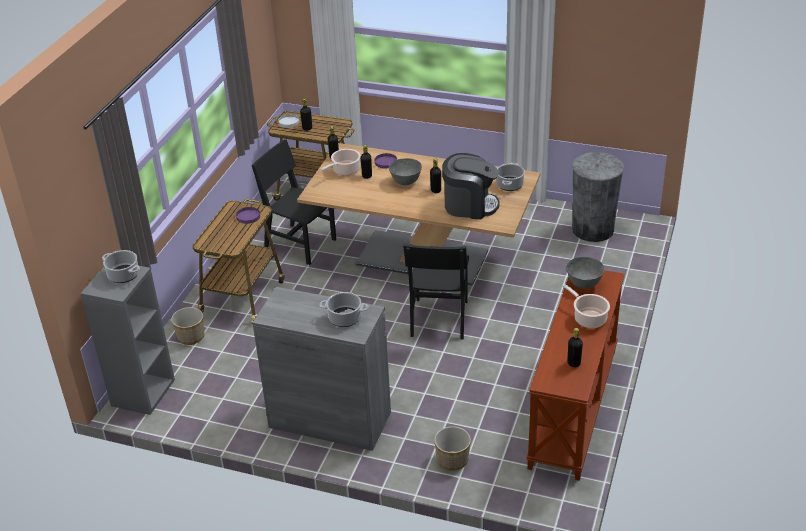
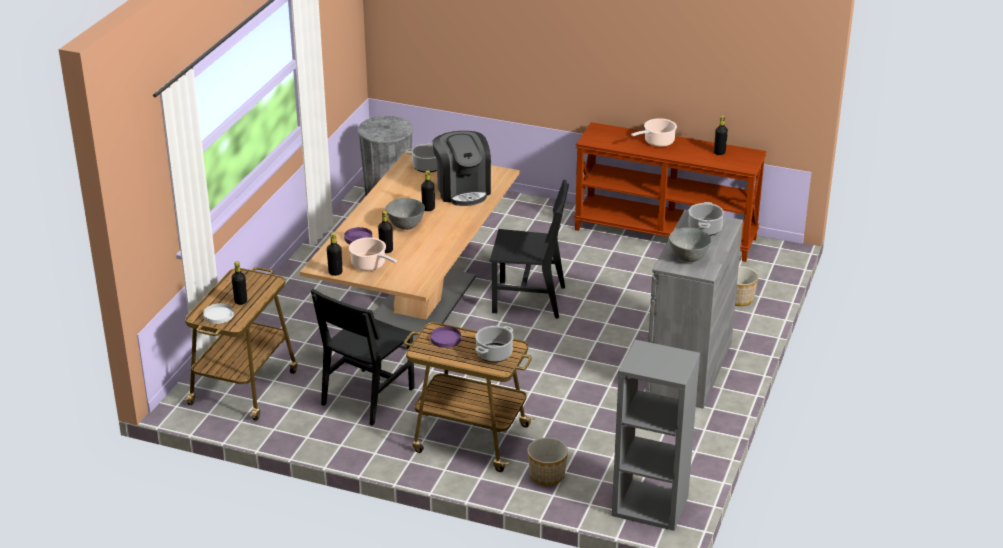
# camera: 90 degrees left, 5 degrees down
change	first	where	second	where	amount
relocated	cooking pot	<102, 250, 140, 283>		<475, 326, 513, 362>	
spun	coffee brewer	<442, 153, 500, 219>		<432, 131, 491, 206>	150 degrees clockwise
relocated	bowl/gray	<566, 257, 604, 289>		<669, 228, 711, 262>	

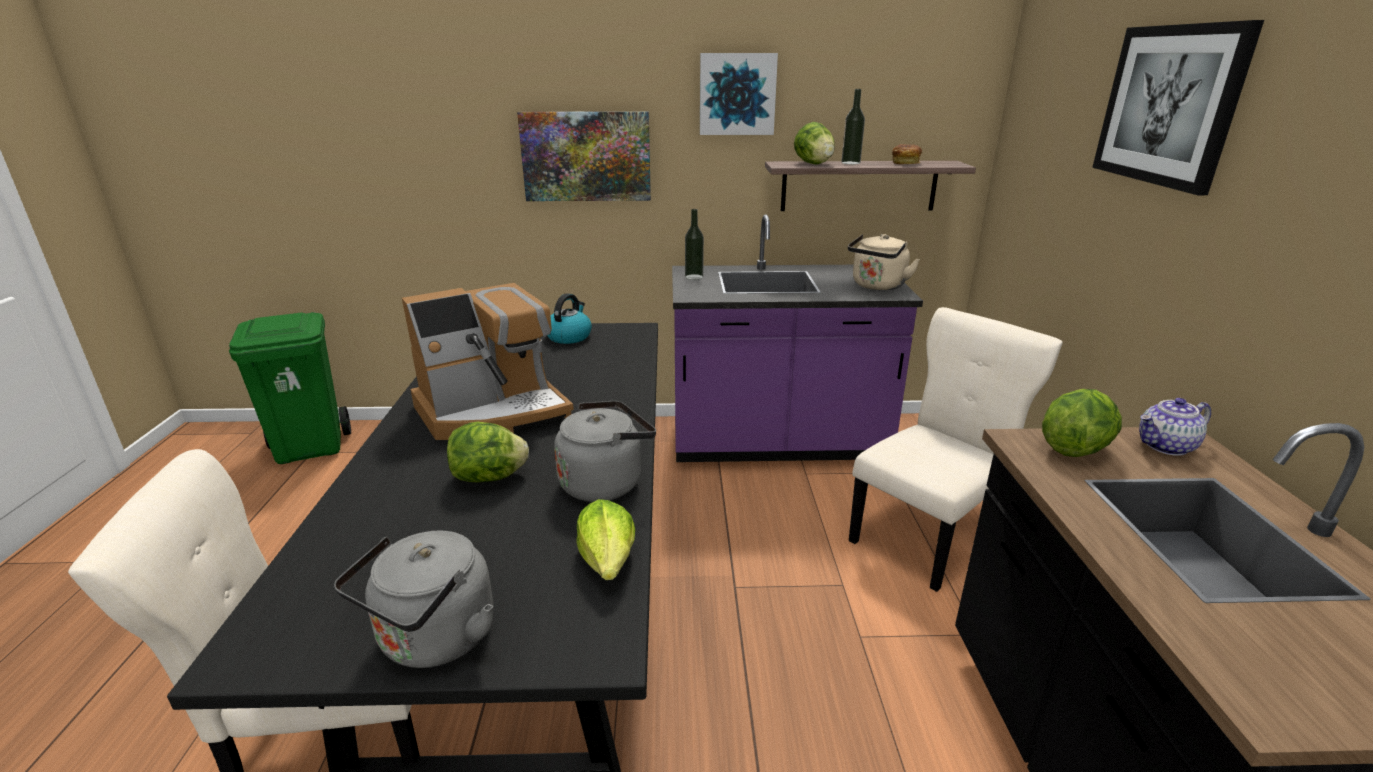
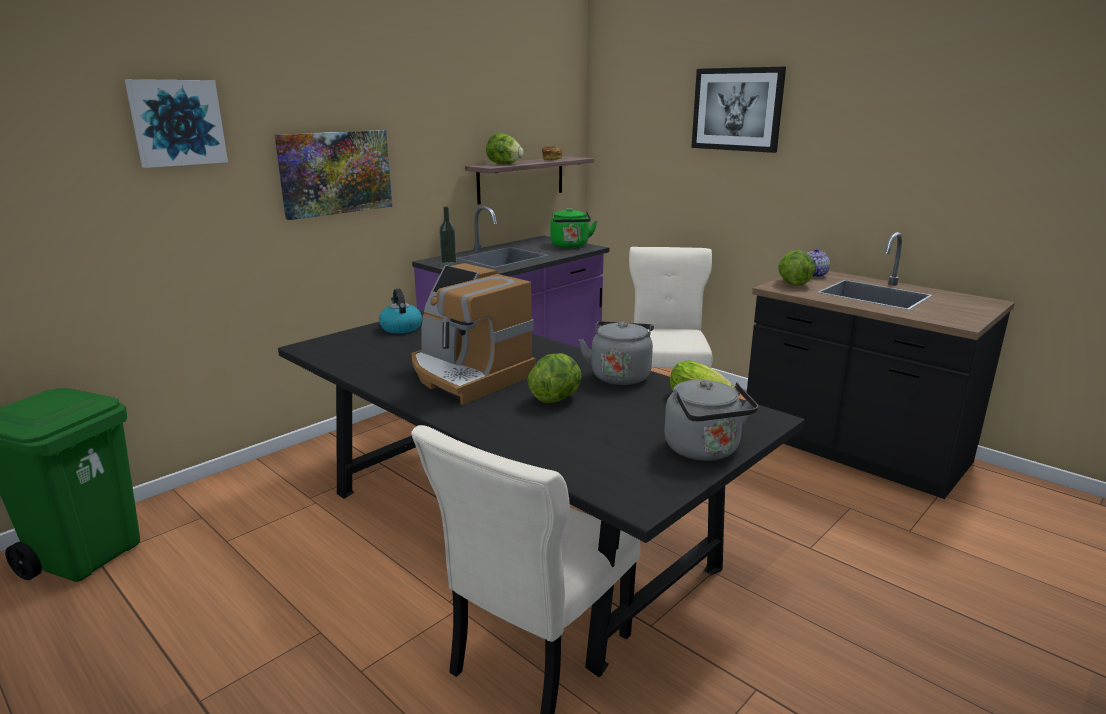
# camera: 45 degrees left, 5 degrees down
change	first	where	second	where	amount
spun	coffee brewer	<402, 283, 574, 440>		<412, 263, 536, 405>	120 degrees clockwise
relocated	wall picture	<700, 53, 778, 135>		<125, 79, 228, 168>	
missing	drink bottle	<841, 89, 865, 164>			
colour	water kettle/sand-coloured	<848, 234, 920, 290>	water kettle/green-coloured	<550, 208, 597, 248>	

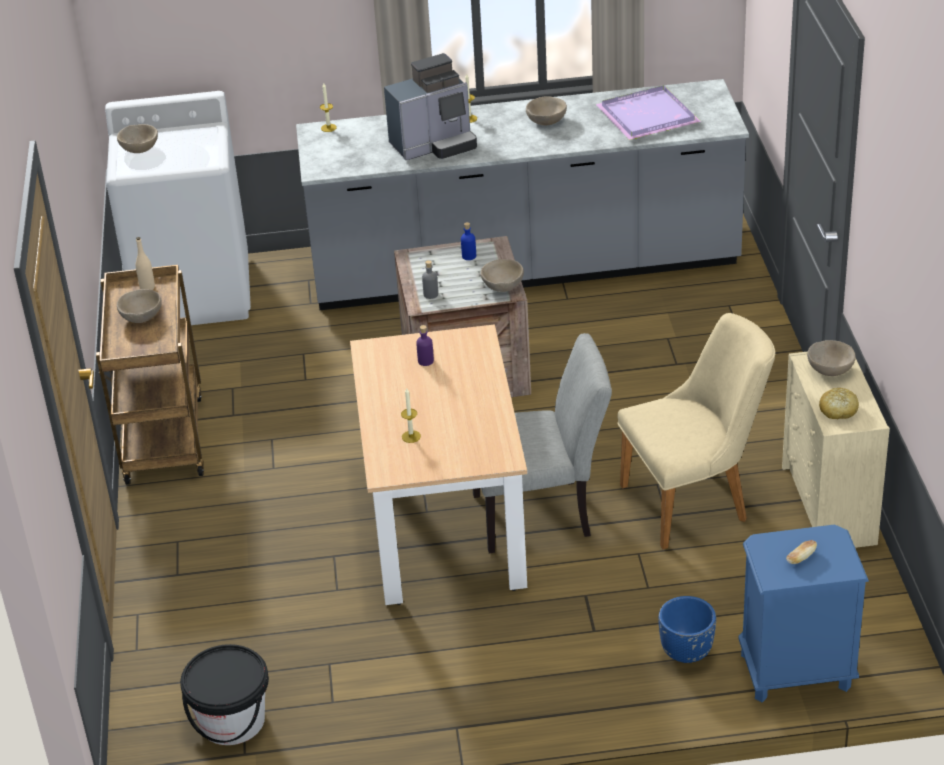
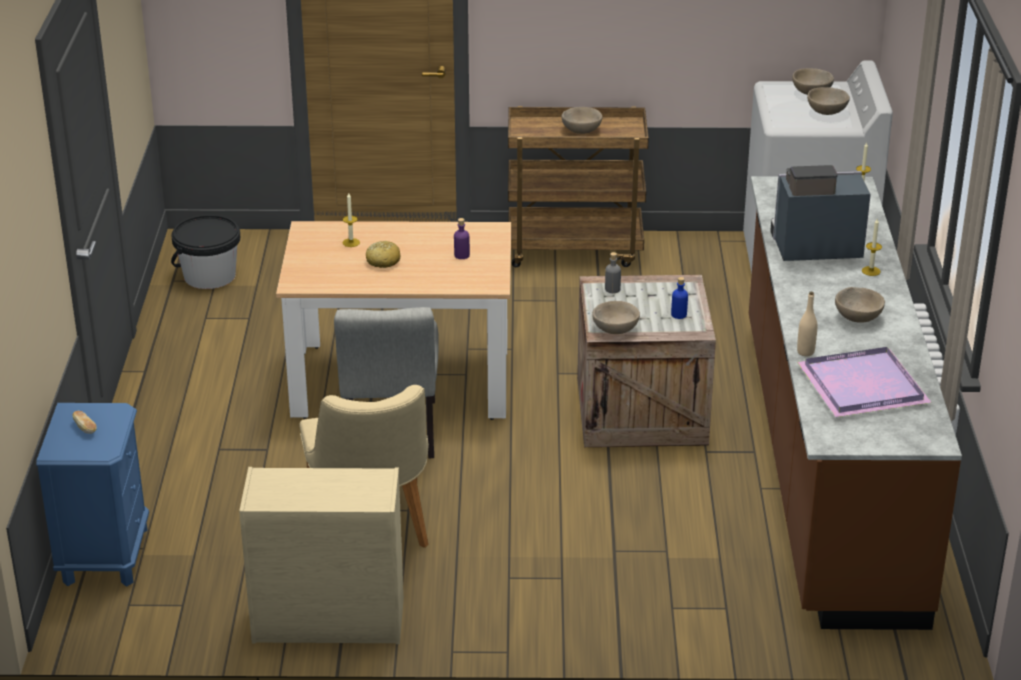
# camera: 95 degrees right, 5 degrees down
change	first	where	second	where	amount
relocated	drink bottle/sand-coloured	<136, 237, 155, 290>		<797, 292, 817, 356>	
colour	kitchen counter/gray	<296, 79, 749, 310>	kitchen counter/brown	<749, 176, 962, 630>	
spun	coffee brewer	<384, 53, 477, 160>		<770, 165, 871, 261>	105 degrees clockwise
missing	plant pot/blue	<658, 596, 716, 663>			
relocated	bowl/sand-coloured	<807, 340, 856, 376>		<807, 87, 850, 115>	
relocated	bakery bread	<819, 388, 859, 420>		<366, 241, 401, 268>	

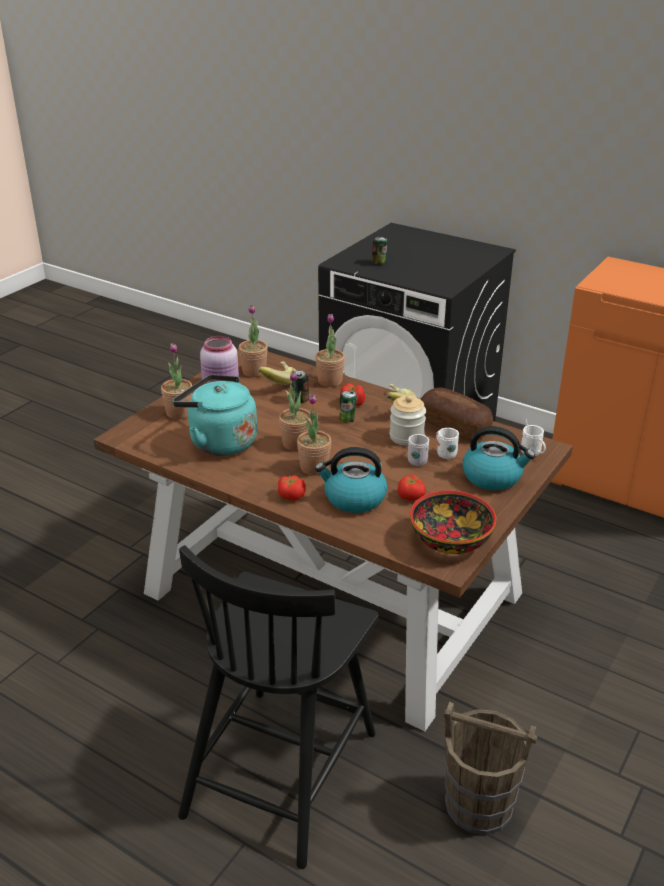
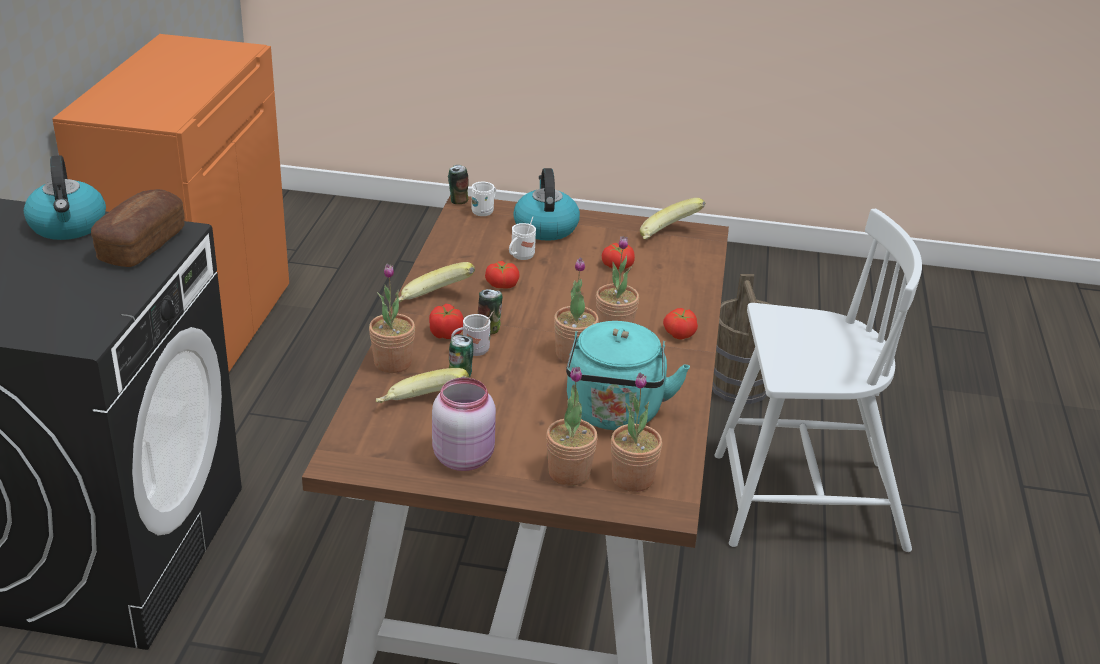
# camera: 115 degrees left, 0 degrees up
change	first	where	second	where	amount
colour	chair/black-coloured	<178, 545, 379, 869>	chair/white	<715, 209, 922, 552>	
relocated	plant in a pot	<238, 305, 268, 377>		<611, 373, 662, 492>	
relocated	water kettle	<315, 447, 387, 513>		<24, 155, 106, 240>	
relocated	sealed can	<372, 237, 387, 264>		<448, 165, 468, 204>	
exchanged	storage jar	<390, 395, 426, 446>	fresh tomato	<485, 261, 520, 289>	
relocated	mug/white	<408, 434, 429, 466>		<451, 311, 493, 356>	
exchanged	bowl	<410, 490, 496, 554>	banana	<640, 198, 706, 239>	
relocated	bakery bread	<421, 387, 493, 441>		<91, 189, 185, 267>	

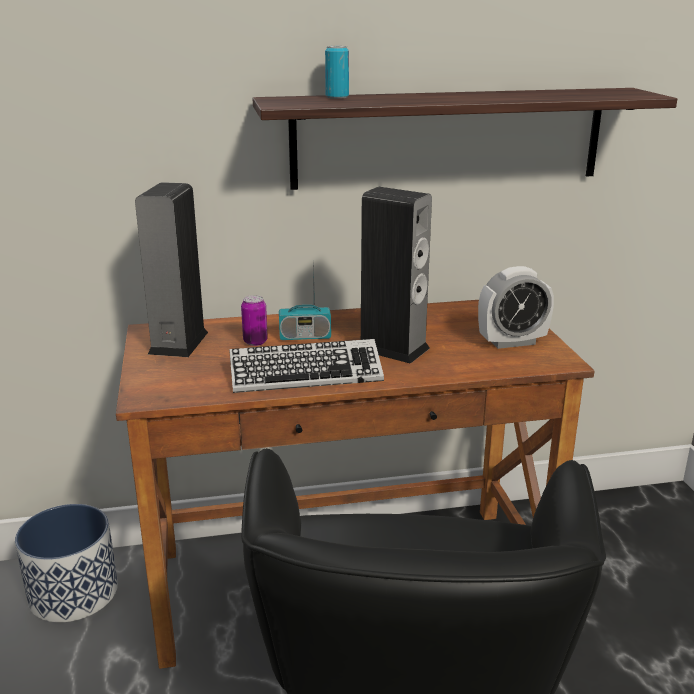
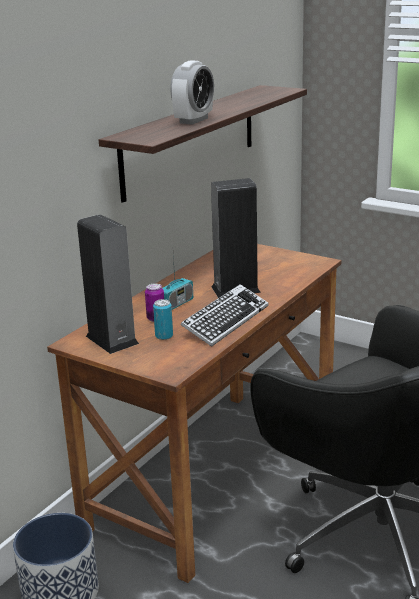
# camera: 45 degrees left, 0 degrees up
change	first	where	second	where	amount
relocated	sealed can	<325, 46, 349, 99>		<153, 299, 173, 340>	
relocated	alarm clock	<478, 266, 554, 349>		<170, 60, 214, 125>	

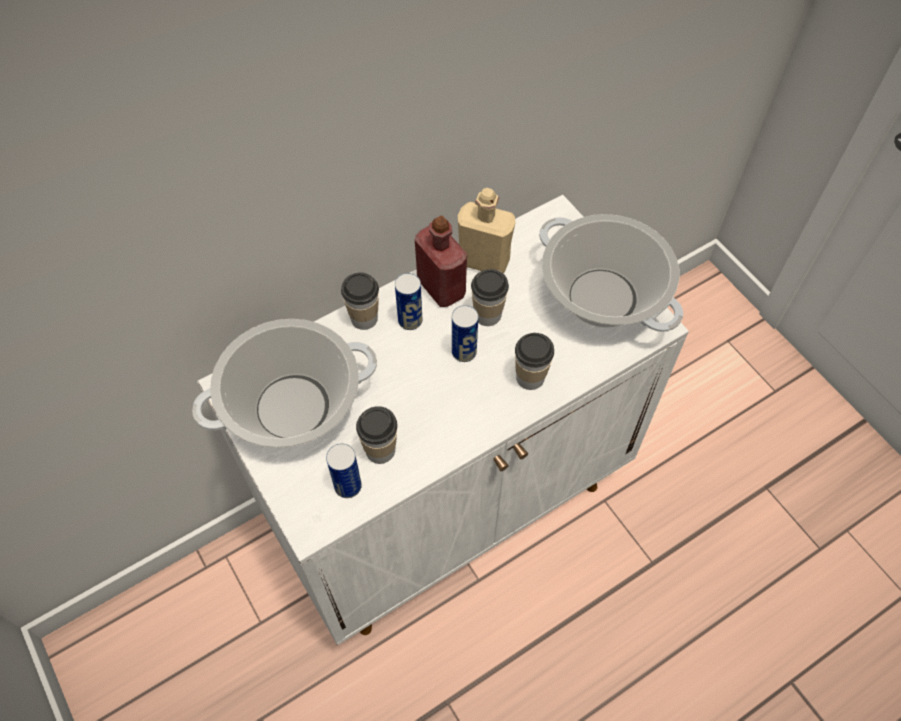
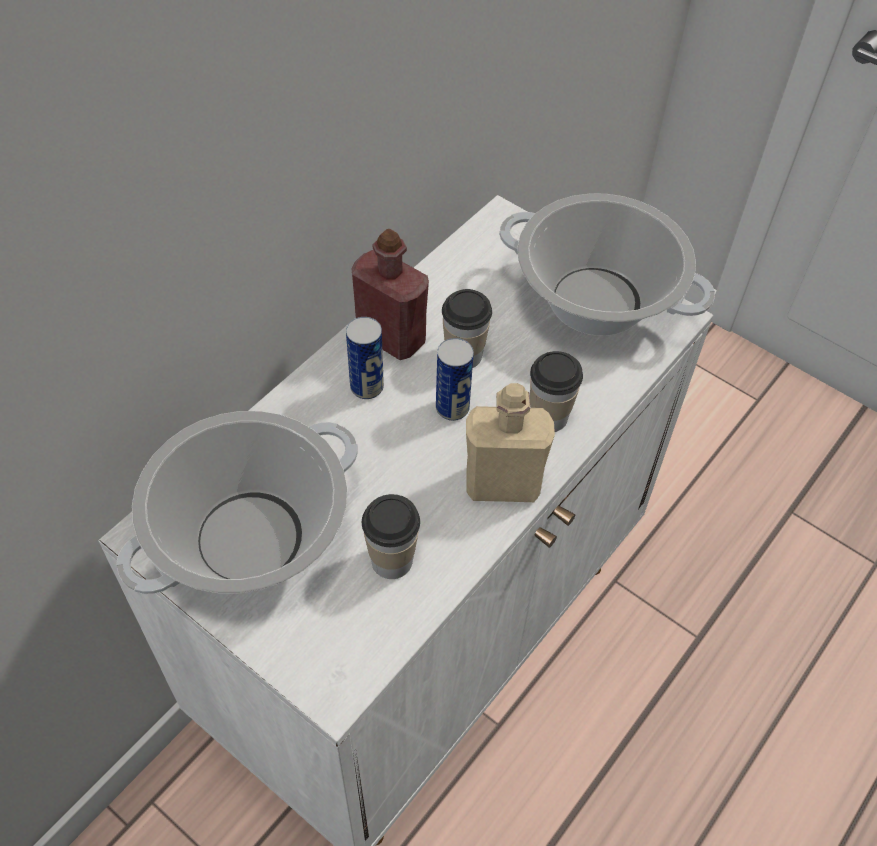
# camera: 20 degrees left, 5 degrees down
change	first	where	second	where	amount
missing	sealed can	<326, 443, 362, 498>			
missing	small cup	<341, 272, 379, 330>			
relocated	drink bottle/sand-coloured	<458, 188, 515, 273>		<466, 383, 555, 502>	

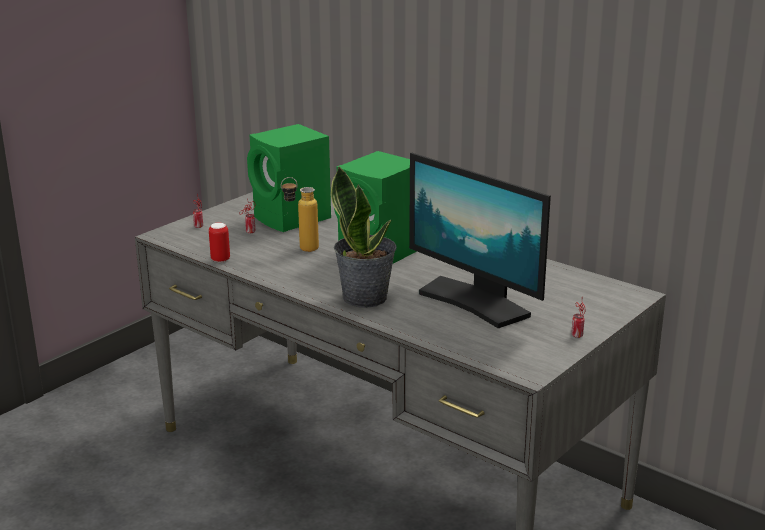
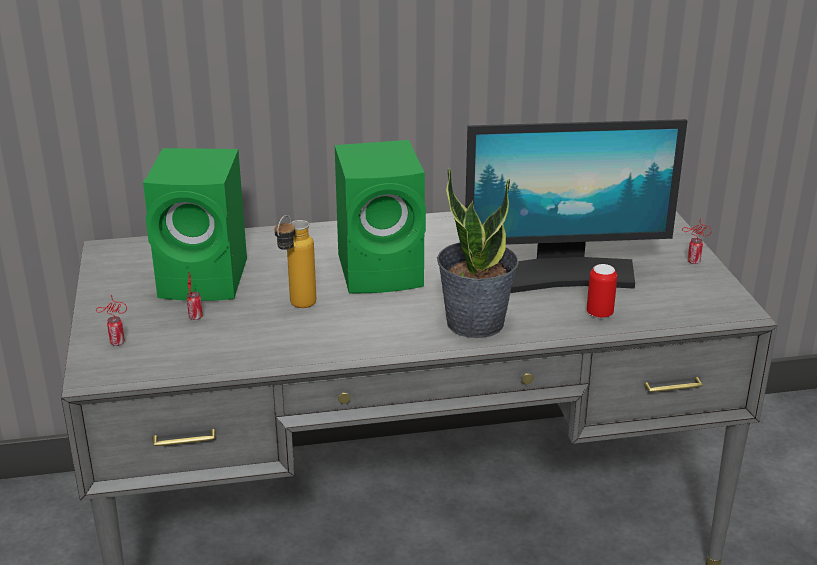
# camera: 50 degrees left, 5 degrees up
change	first	where	second	where	amount
relocated	sealed can	<209, 223, 230, 263>		<587, 264, 617, 319>	

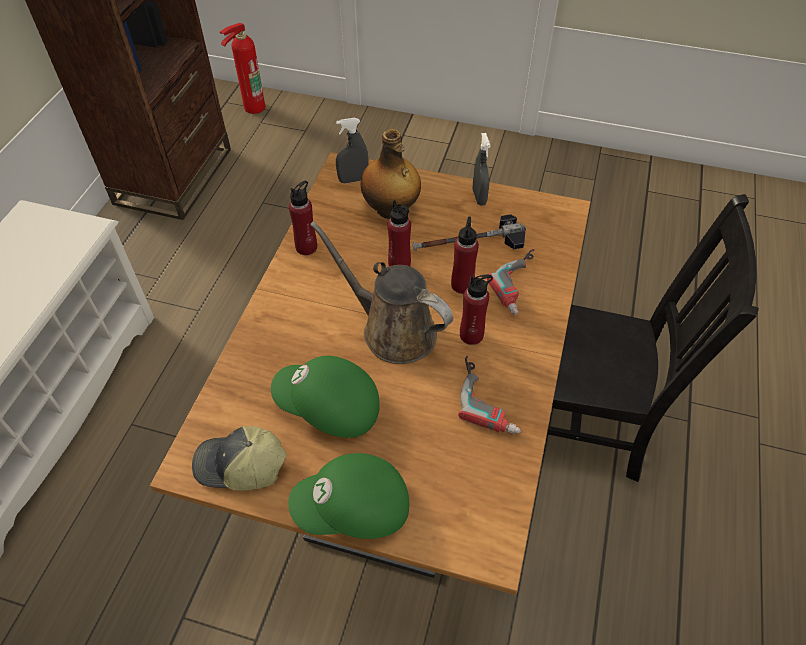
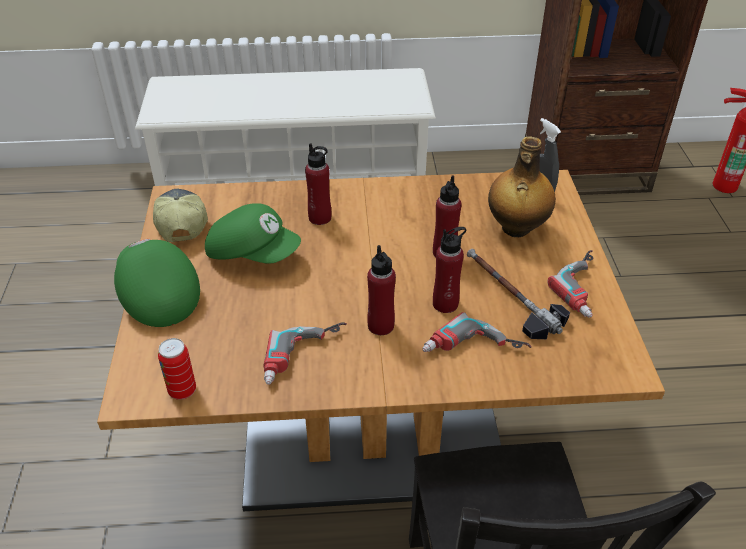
# camera: 70 degrees right, 10 degrees down
change	first	where	second	where	amount
spun	cap/green-coloured	<271, 356, 380, 438>		<205, 203, 301, 264>	120 degrees clockwise
relocated	drink bottle/red	<289, 181, 317, 255>		<305, 143, 331, 225>	
missing	watering pot/brown	<310, 221, 453, 364>			
exchanged	spray bottle/gray	<473, 133, 491, 206>	drill	<547, 250, 593, 318>	
appeared			sealed can	<158, 338, 196, 400>	

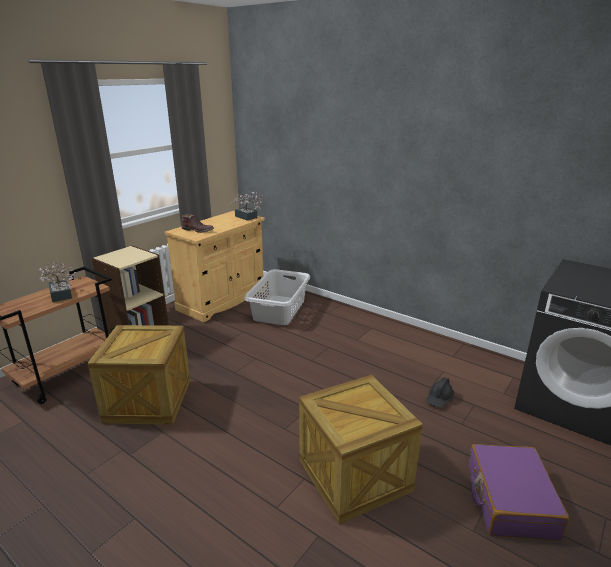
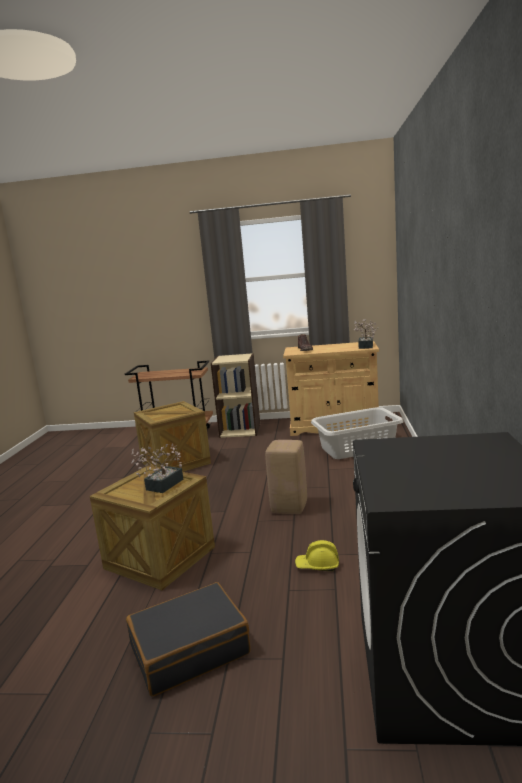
# camera: 60 degrees right, 10 degrees down
change	first	where	second	where	amount
relocated	plant in a pot	<39, 262, 76, 302>		<131, 444, 184, 493>	
colour	safety helmet/black-coloured	<426, 377, 455, 408>	safety helmet/yellowish	<295, 540, 339, 571>	
colour	piece of luggage/purplish	<469, 444, 569, 540>	piece of luggage/black-coloured	<126, 582, 250, 696>	
appeared			stool/sand-coloured	<265, 440, 307, 514>	

